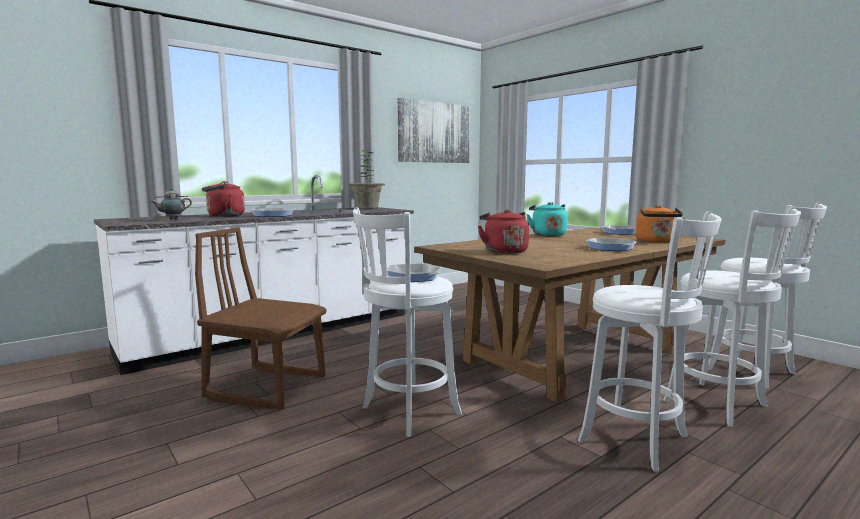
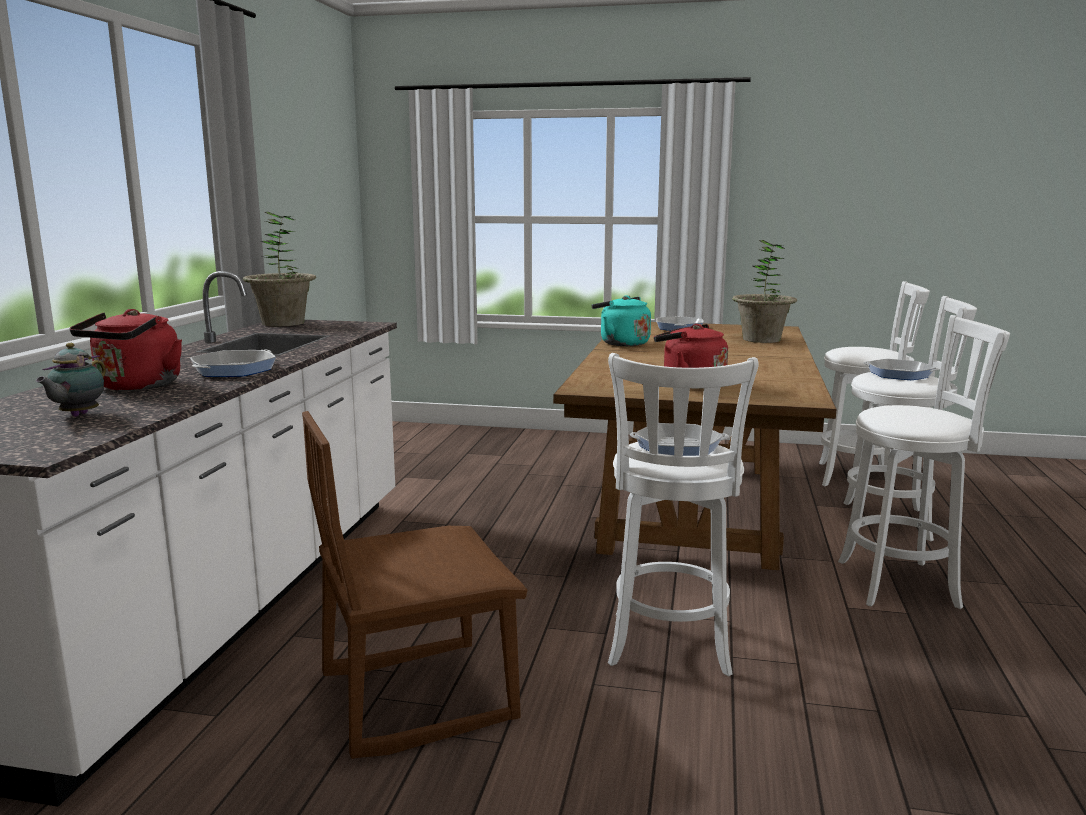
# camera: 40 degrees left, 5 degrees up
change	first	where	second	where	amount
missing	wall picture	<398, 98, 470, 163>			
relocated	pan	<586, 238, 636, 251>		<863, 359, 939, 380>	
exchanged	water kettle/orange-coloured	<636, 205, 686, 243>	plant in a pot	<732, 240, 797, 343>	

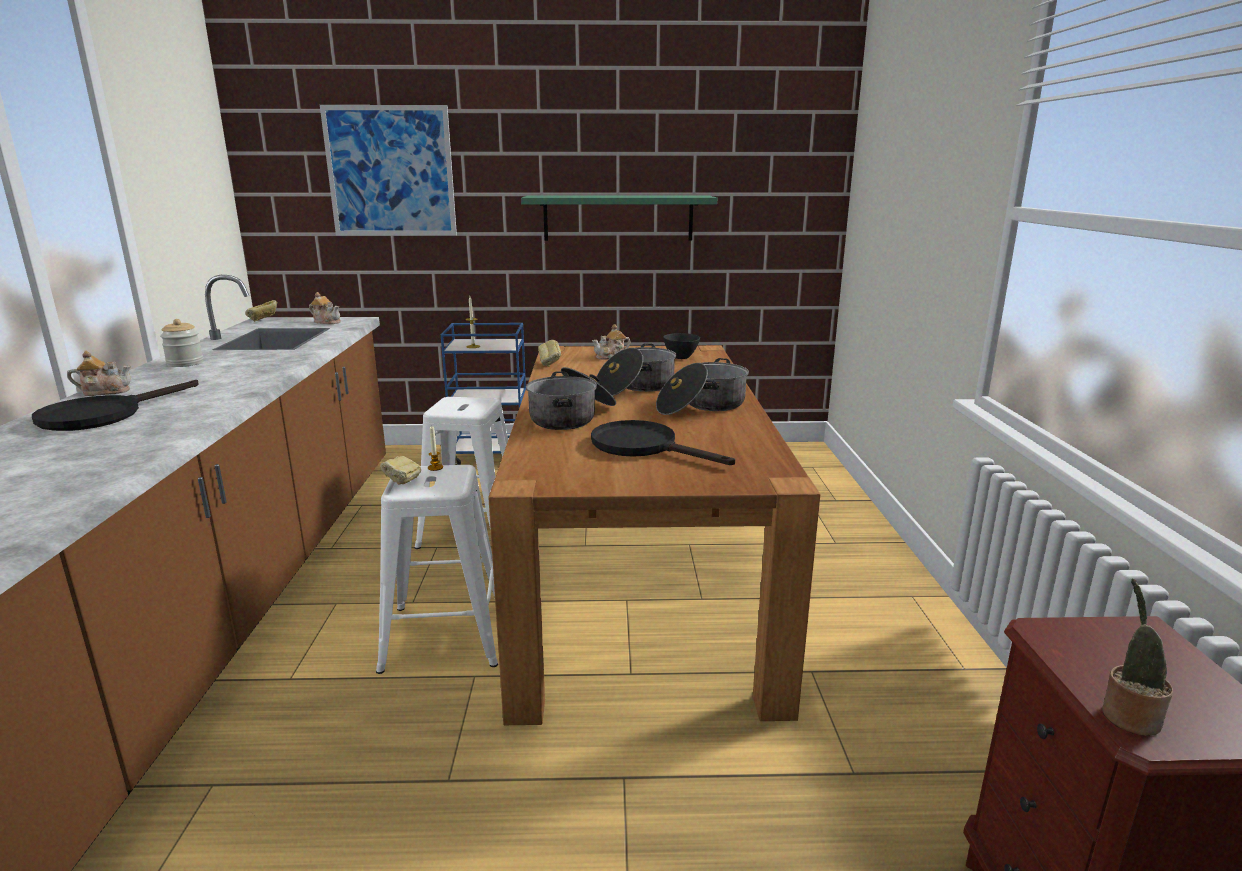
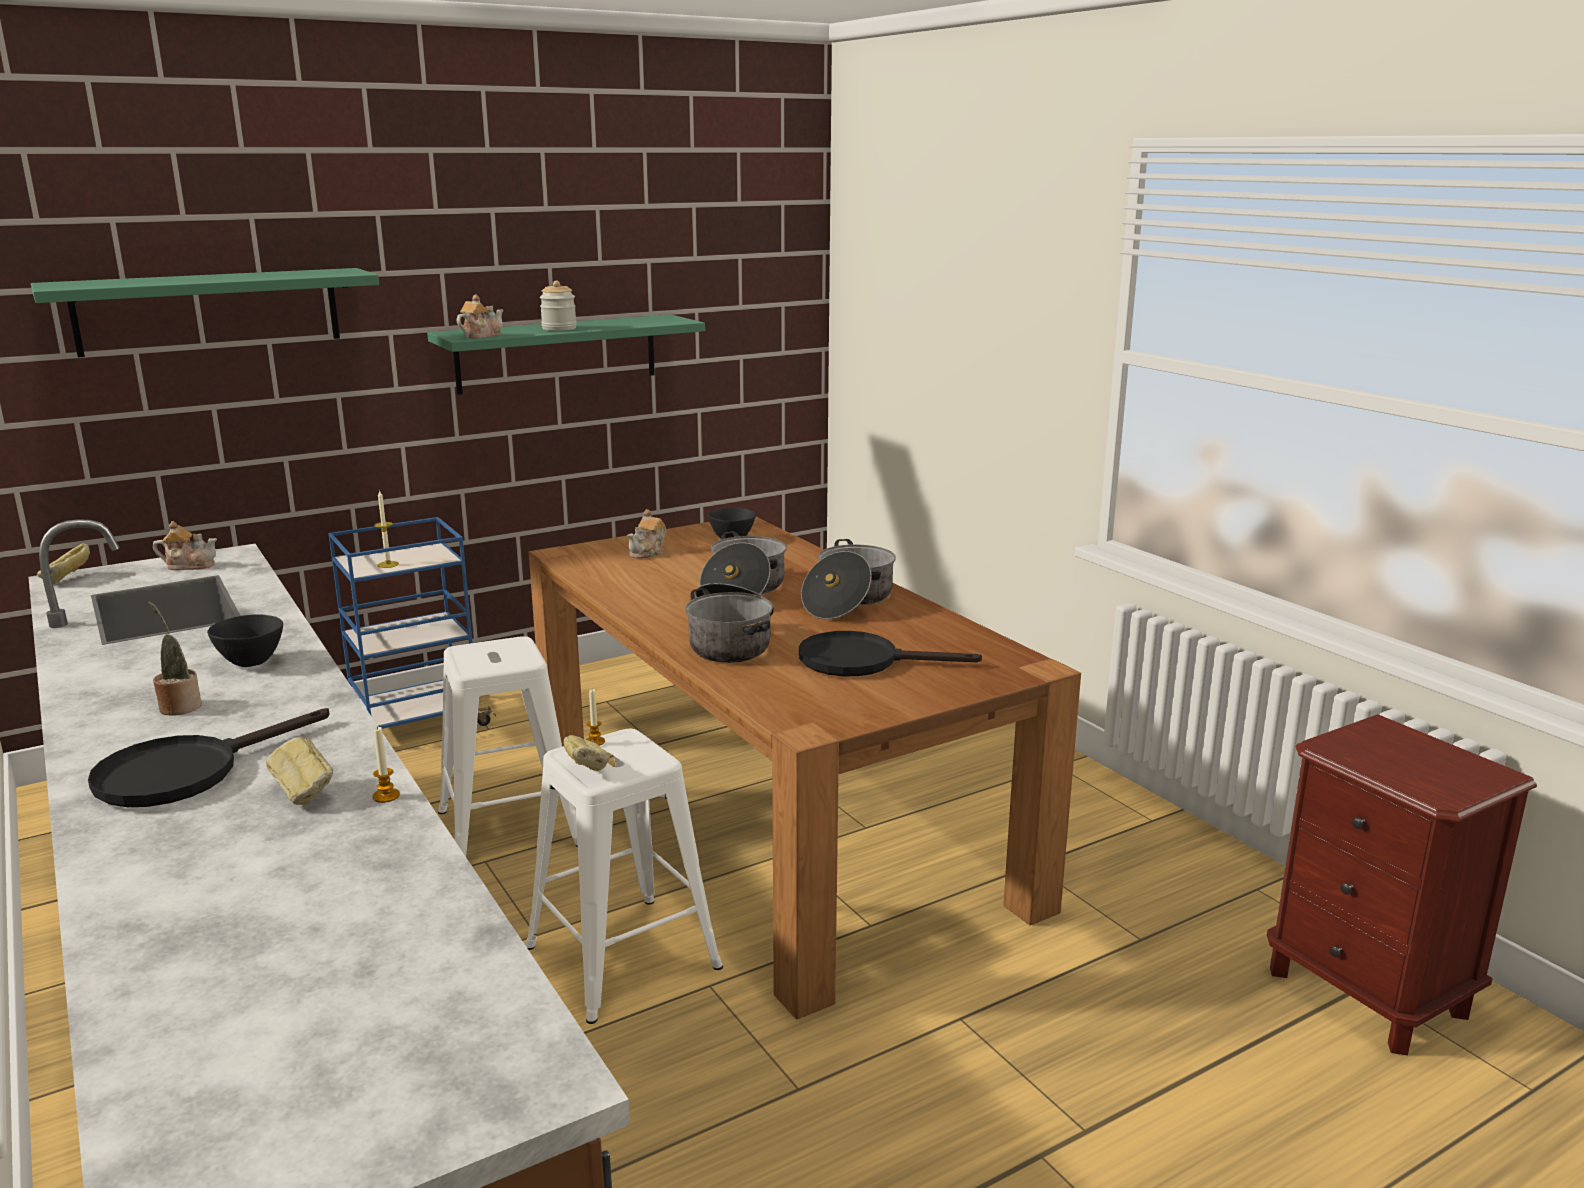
# camera: 30 degrees left, 0 degrees up
change	first	where	second	where	amount
spun	pan/black-coloured	<32, 380, 199, 431>		<88, 708, 329, 807>	45 degrees clockwise
relocated	tea pot	<67, 350, 131, 396>		<457, 295, 503, 339>	
relocated	storage jar	<160, 319, 203, 367>		<540, 281, 577, 331>	
exchanged	wall picture	<320, 105, 457, 236>	wall shelf/green-coloured	<31, 268, 379, 357>	
relocated	bakery bread	<538, 340, 561, 367>		<266, 736, 333, 805>	
relocated	plant in a pot	<1102, 579, 1173, 736>		<149, 602, 202, 716>	
appeared			bowl/black-coloured	<207, 614, 283, 667>	
appeared			wax candle	<373, 726, 400, 803>	

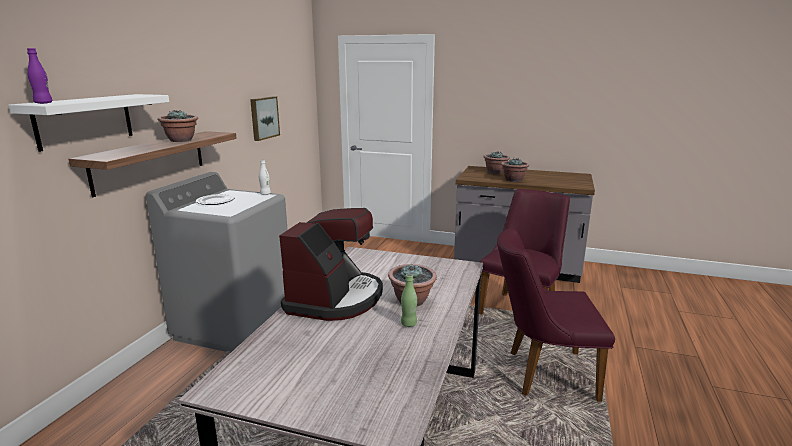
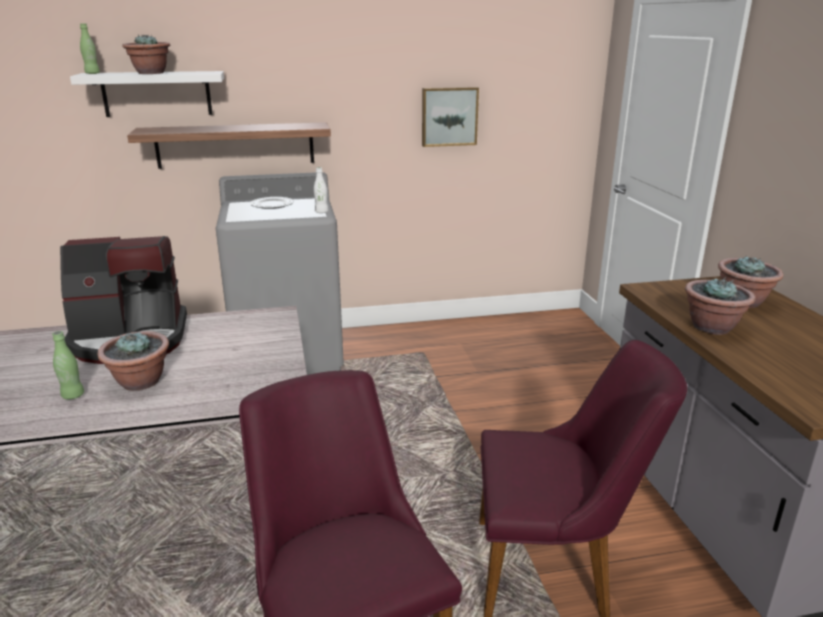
# camera: 60 degrees right, 5 degrees up
change	first	where	second	where	amount
colour	drink bottle/purplish	<27, 48, 53, 104>	drink bottle/green-coloured	<80, 23, 100, 74>	
relocated	plant in a pot	<158, 110, 198, 142>		<122, 34, 170, 74>	

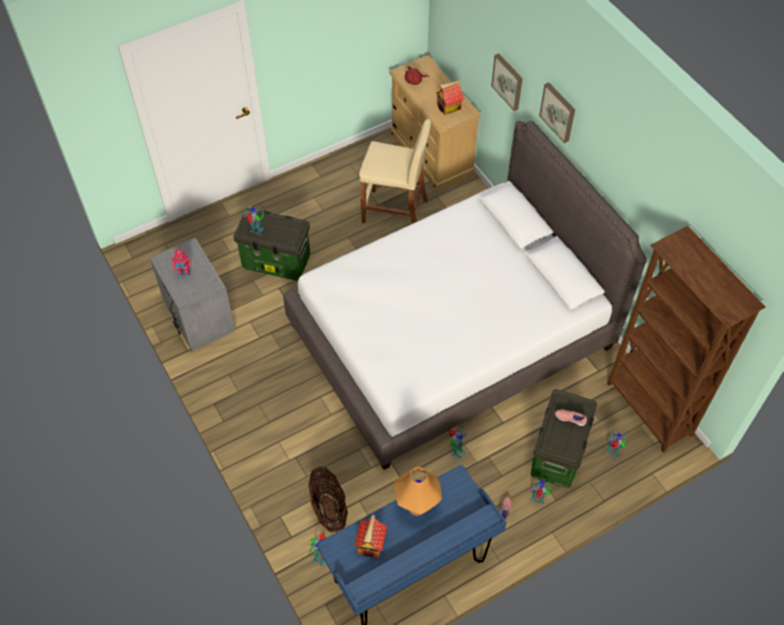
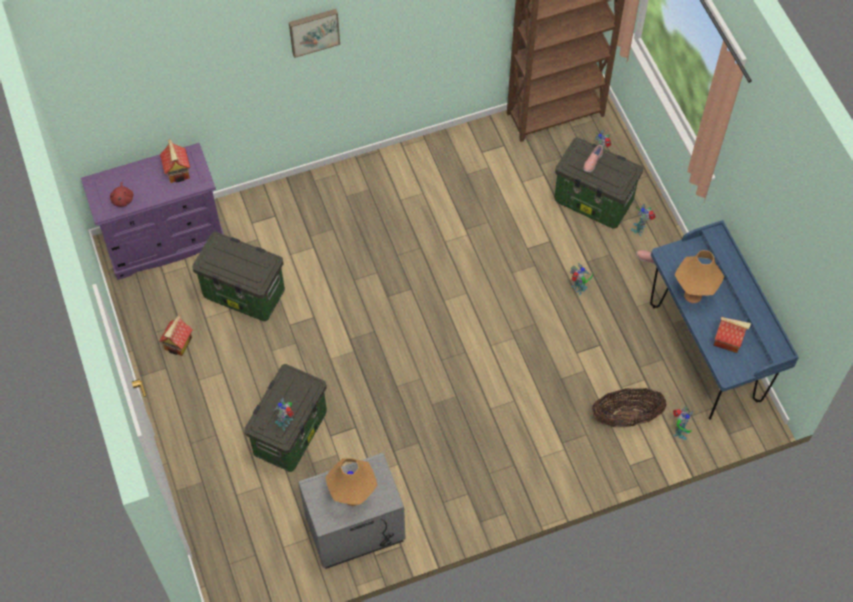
# camera: 80 degrees left, 5 degrees up
change	first	where	second	where	amount
exchanged	toy robot	<171, 250, 191, 278>	table lamp/orange-coloured	<325, 458, 377, 506>	
missing	sleeping bed/white	<283, 121, 647, 470>			
exchanged	stool/sand-coloured	<359, 119, 431, 224>	storage bin	<192, 232, 285, 321>	
colour	dresser/sand-coloured	<389, 55, 481, 192>	dresser/purplish	<81, 143, 224, 280>	
missing	wall picture	<491, 54, 523, 111>			
appeared			model house	<160, 315, 193, 356>	

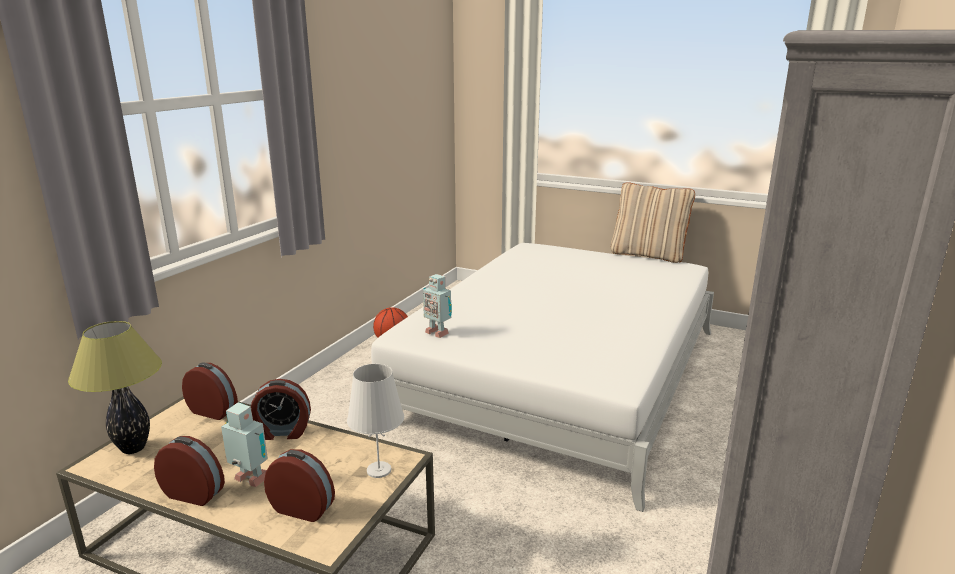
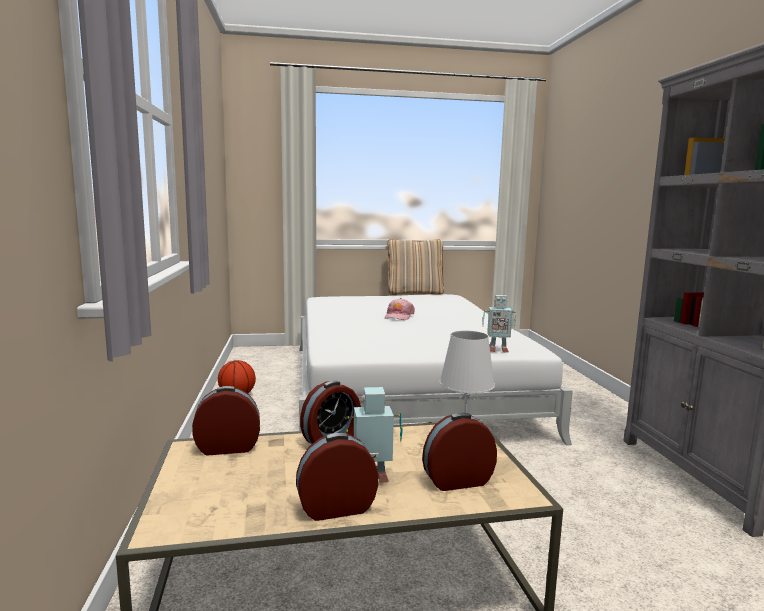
# camera: 35 degrees left, 10 degrees down
change	first	where	second	where	amount
missing	table lamp	<68, 321, 162, 454>			
relocated	toy robot	<423, 274, 452, 338>		<483, 295, 516, 353>	
appeared			cap/pinkish	<385, 298, 415, 320>	

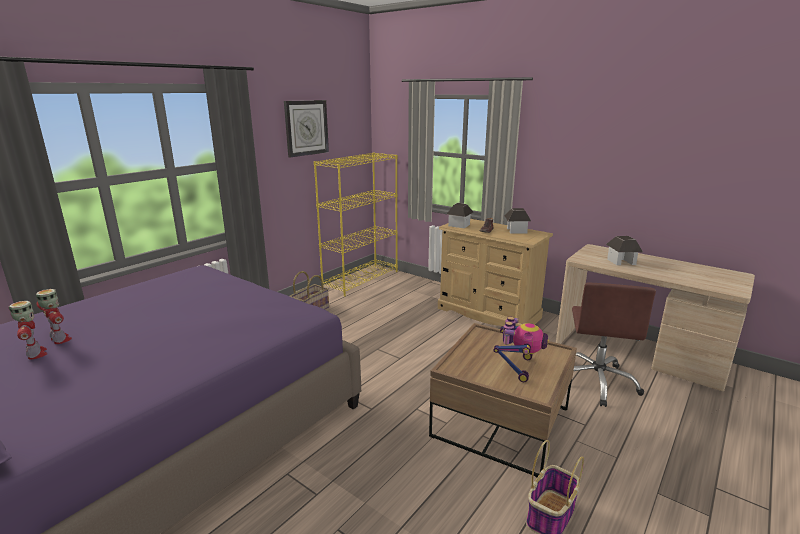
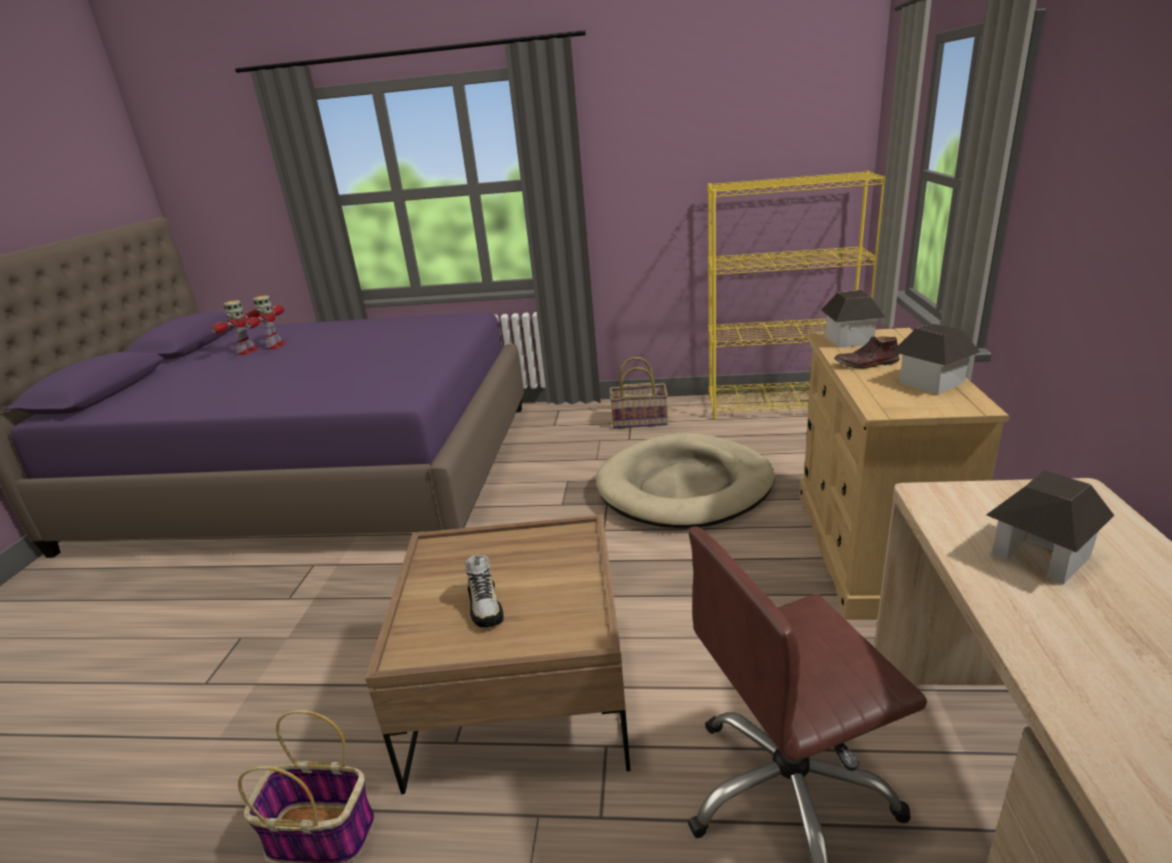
# camera: 60 degrees right, 5 degrees up
change	first	where	second	where	amount
missing	hanging clock	<284, 100, 329, 157>			
exchanged	toy robot	<493, 317, 549, 382>	item of footwear	<465, 555, 504, 627>	
appeared			dog cushion/sand-coloured	<596, 433, 775, 528>	

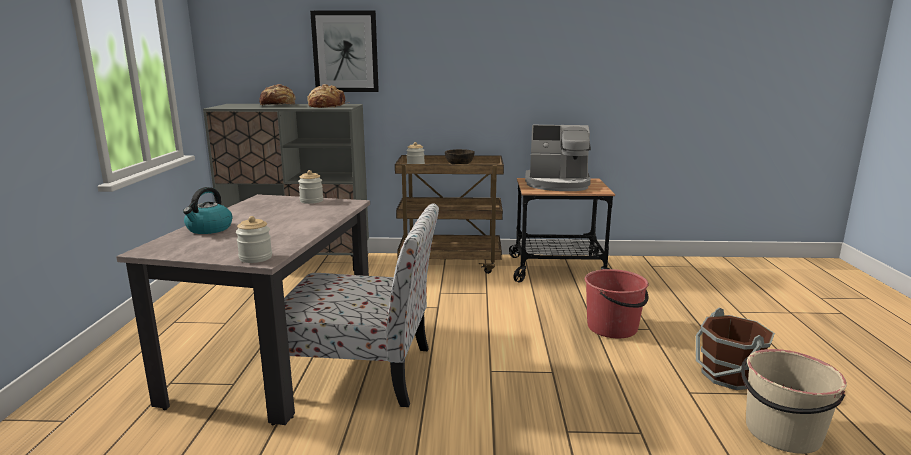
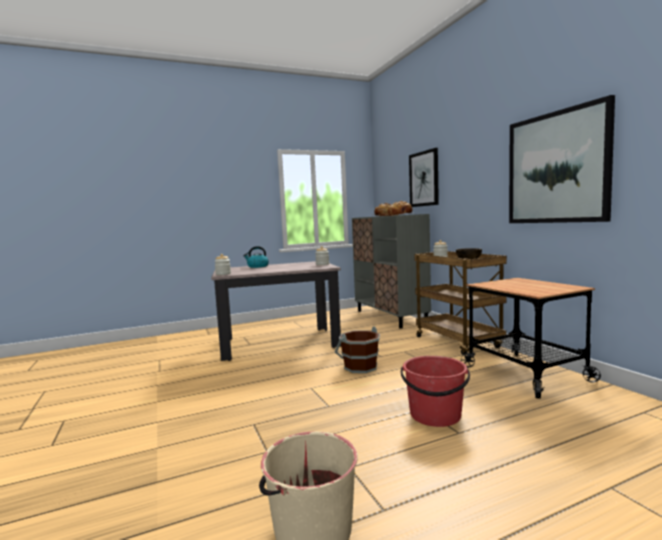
# camera: 65 degrees right, 10 degrees down
change	first	where	second	where	amount
missing	chair	<284, 204, 439, 407>			
missing	coffee brewer	<525, 125, 591, 191>			
relocated	water bucket/brown	<696, 307, 775, 390>		<335, 326, 380, 373>	
appeared			wall picture	<509, 95, 615, 223>	

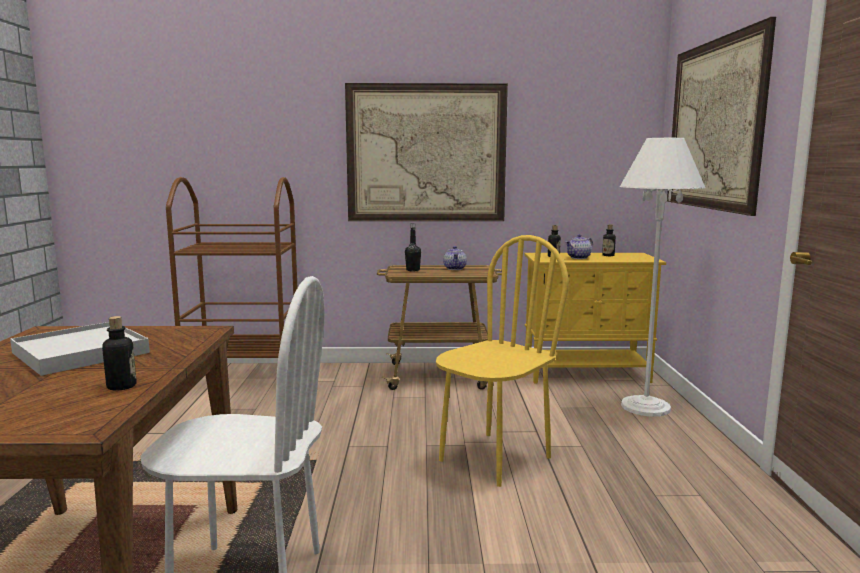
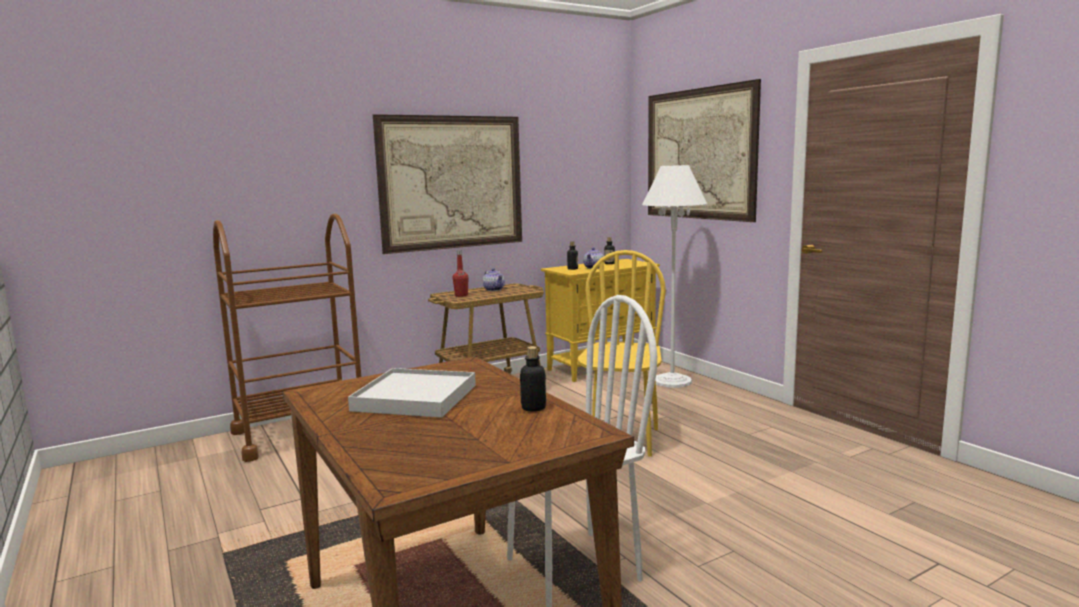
# camera: 30 degrees left, 0 degrees up
change	first	where	second	where	amount
colour	drink bottle/black-coloured	<405, 223, 421, 271>	drink bottle/red	<453, 250, 469, 297>	

